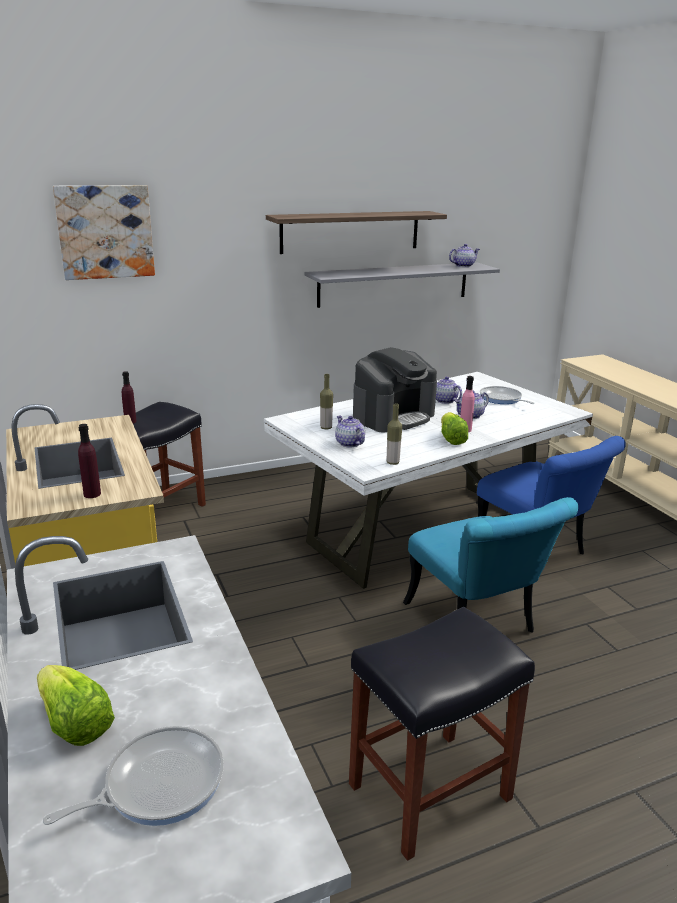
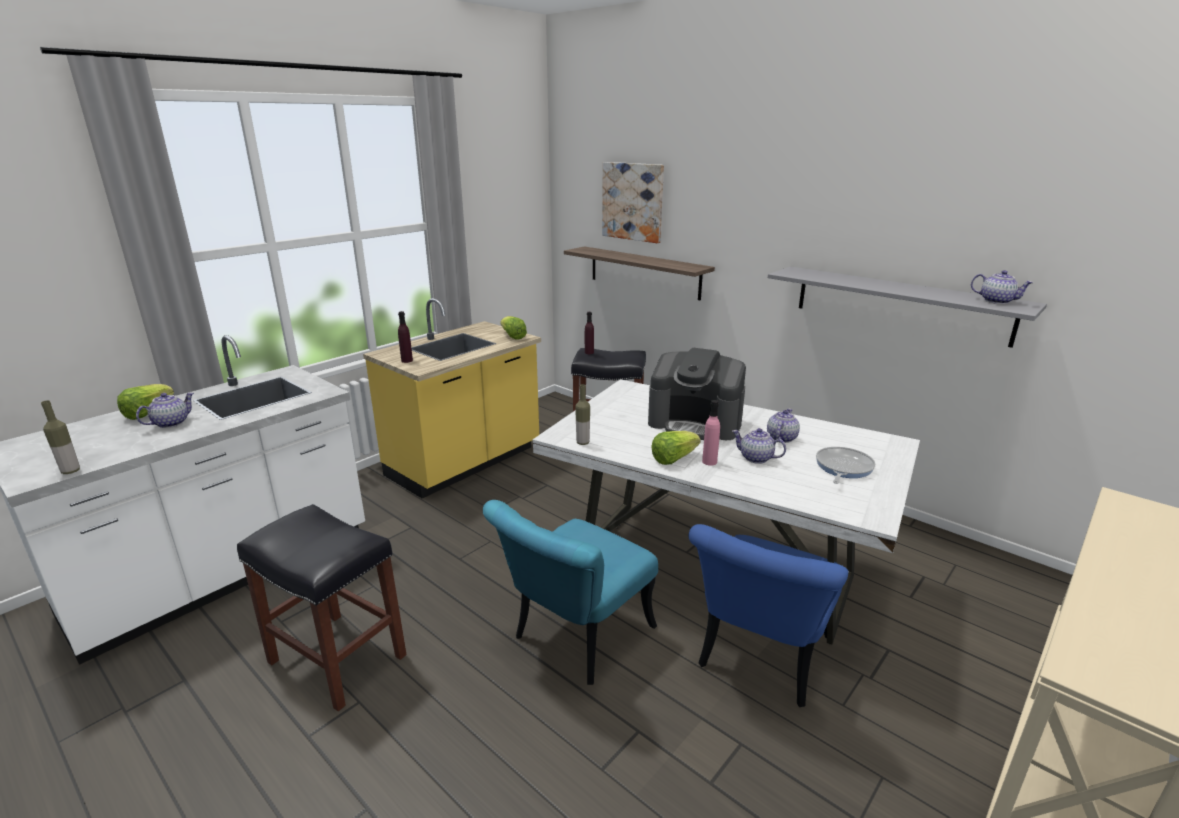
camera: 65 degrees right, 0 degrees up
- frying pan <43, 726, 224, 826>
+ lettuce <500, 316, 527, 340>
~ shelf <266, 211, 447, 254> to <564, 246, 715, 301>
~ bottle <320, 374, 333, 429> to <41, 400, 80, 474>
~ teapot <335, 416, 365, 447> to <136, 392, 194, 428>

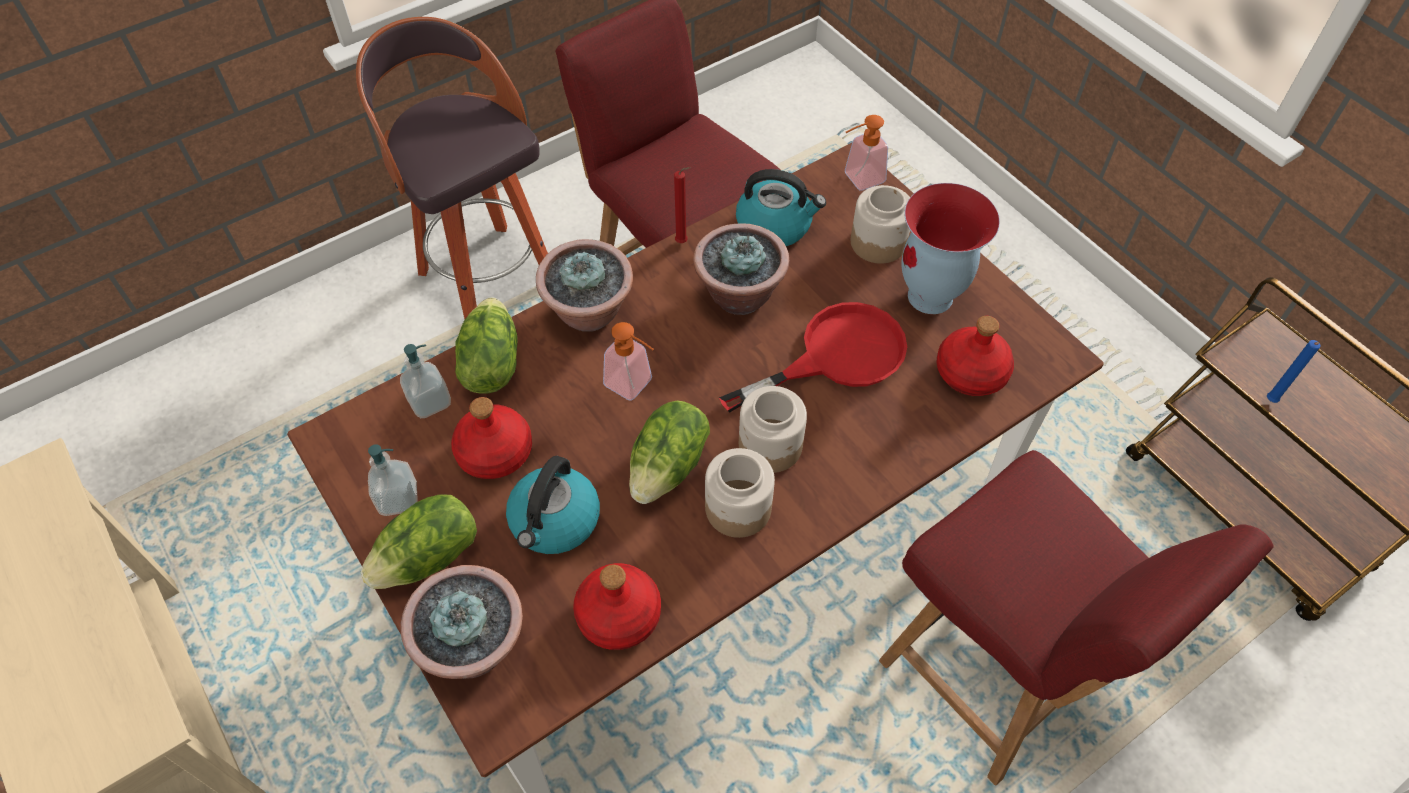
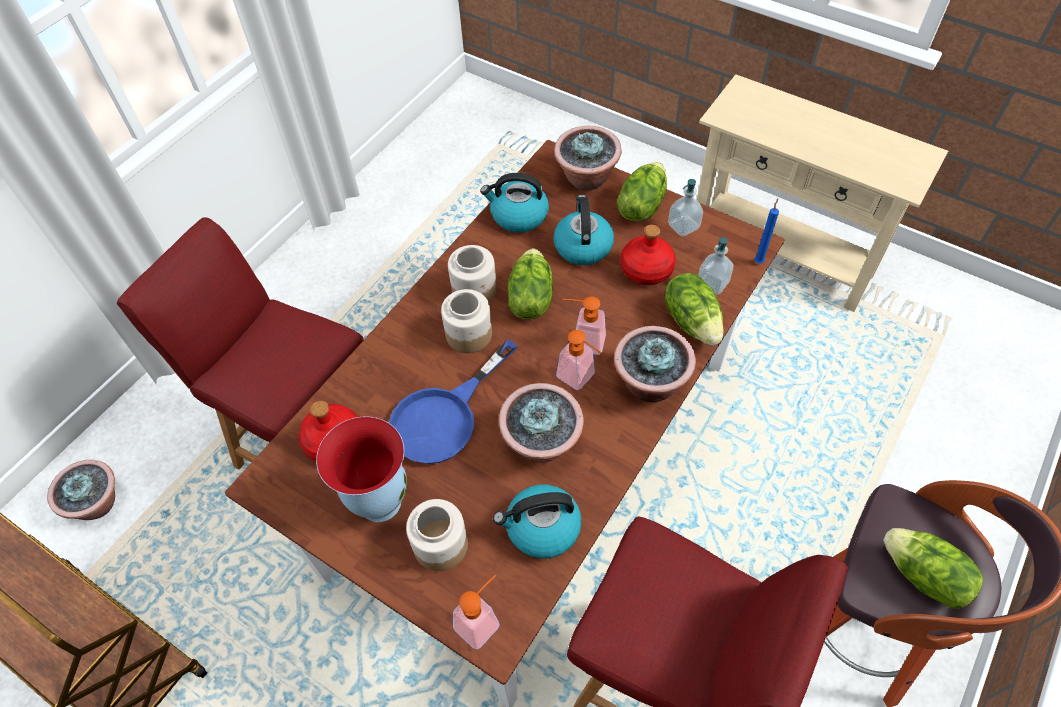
camera: 160 degrees right, 0 degrees up
- candle in red <674, 167, 691, 243>
+ potted plant <47, 460, 115, 520>
+ soap dispenser <556, 330, 601, 390>
+ lettuce <883, 528, 983, 609>
~ candle in blue <1267, 340, 1321, 403> to <755, 199, 779, 263>
~ bottle in red <573, 563, 661, 650> to kettle <480, 173, 549, 233>
~ frying pan in red <719, 302, 907, 413> to frying pan in blue <388, 340, 517, 464>

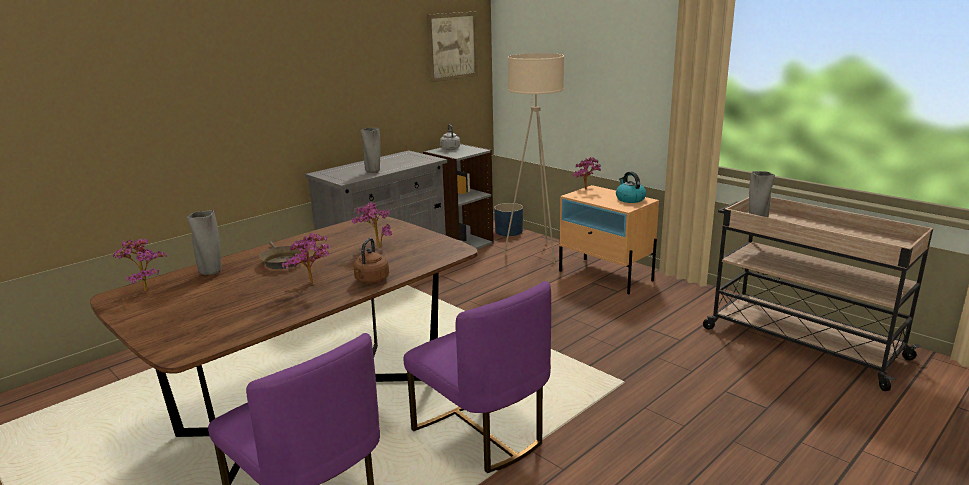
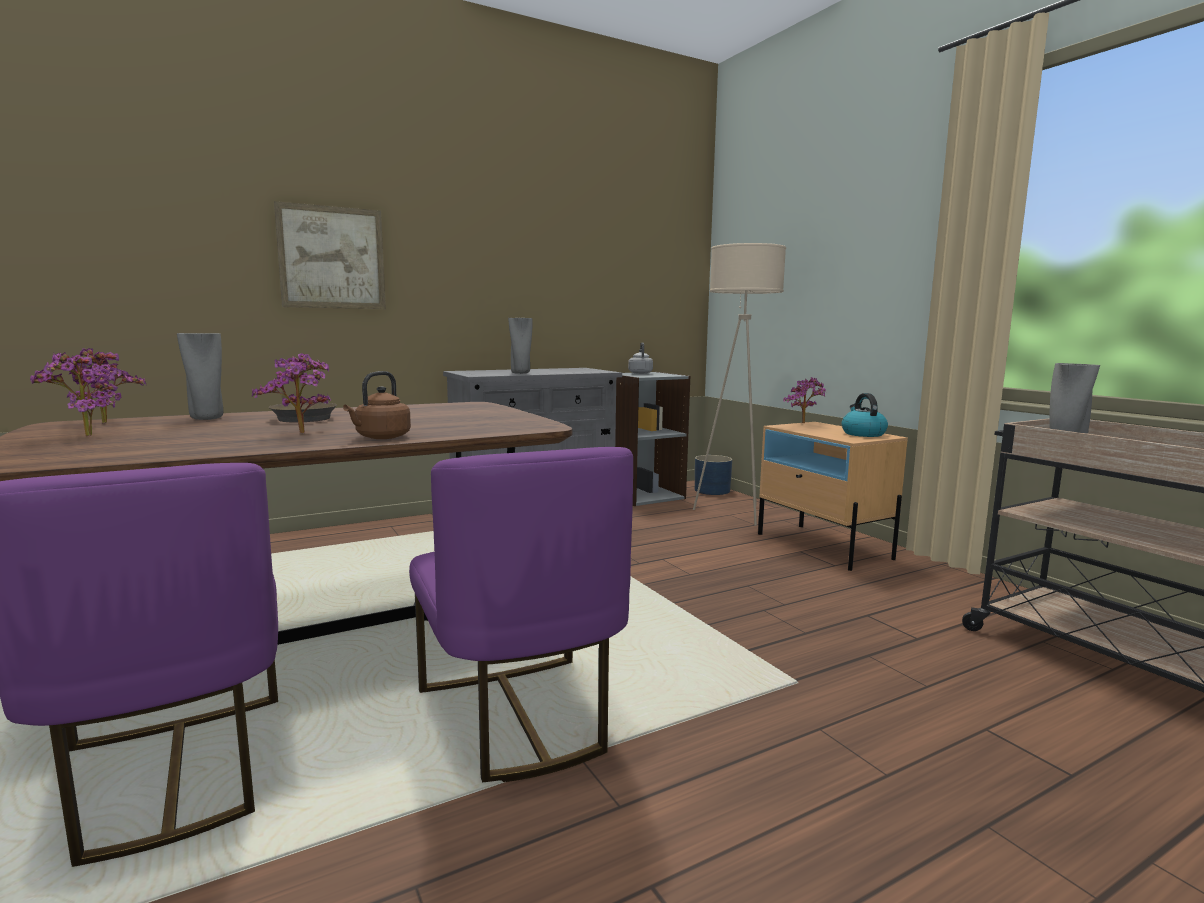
camera: 15 degrees right, 10 degrees down
~ potted plant <352, 202, 392, 248> to <30, 352, 118, 436>
~ picture <427, 12, 478, 83> to <274, 201, 386, 309>

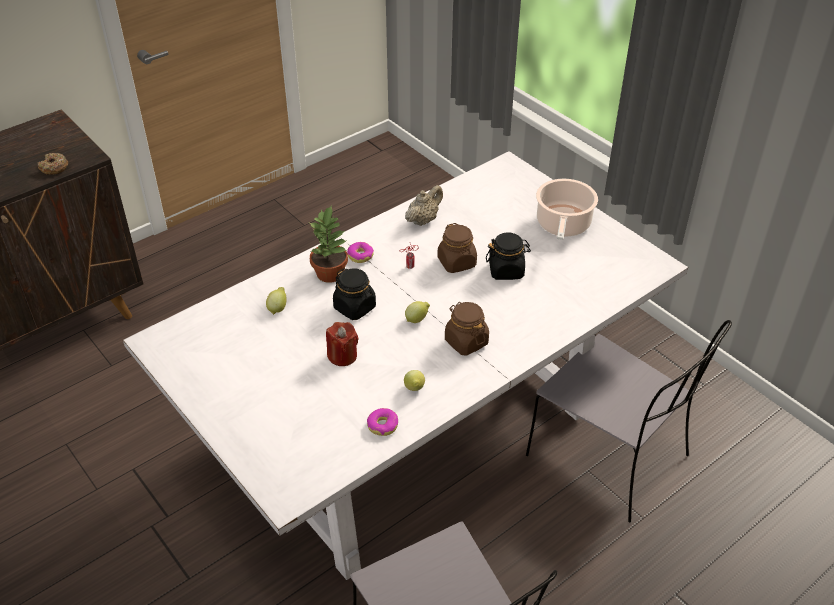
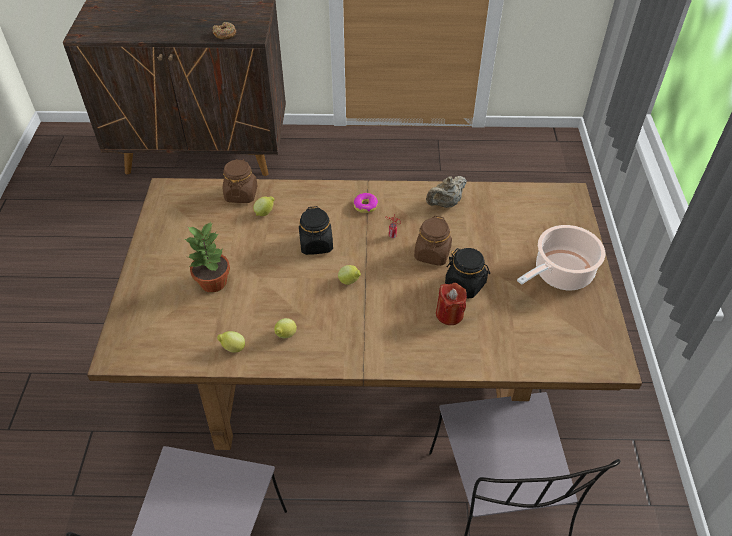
camera: 40 degrees right, 5 degrees up
~ potted plant <310, 206, 348, 283> to <184, 222, 230, 292>
~ candle in red <326, 322, 358, 366> to <436, 283, 467, 325>
~ jar in brown <445, 302, 489, 356> to <223, 159, 258, 203>
~ donut <367, 408, 398, 436> to lemon <217, 331, 245, 352>
~ dining table in white <123, 151, 688, 580> to dining table in brown <87, 178, 642, 450>
~ teapot in beige <405, 185, 443, 226> = <426, 176, 467, 208> 150 degrees clockwise

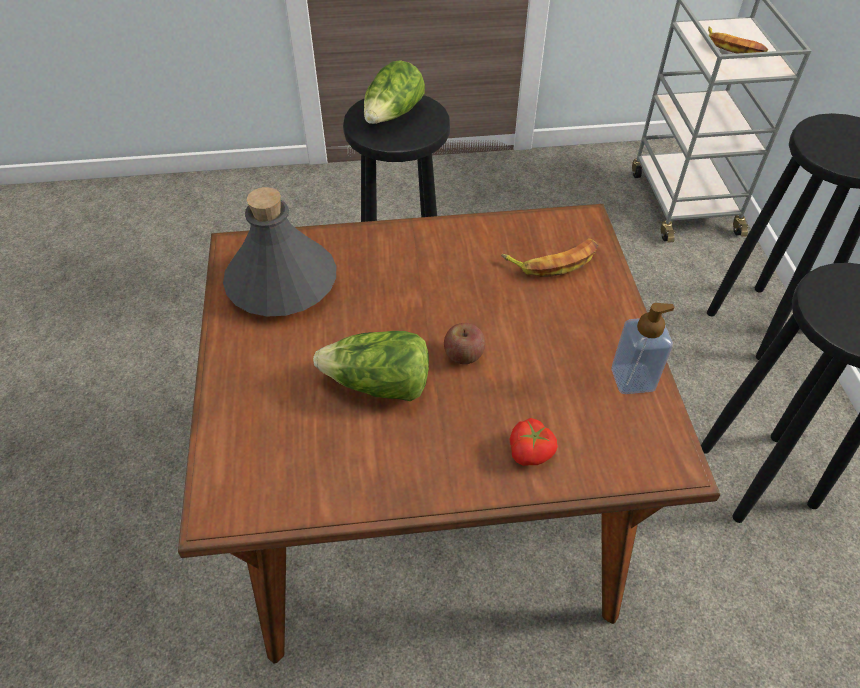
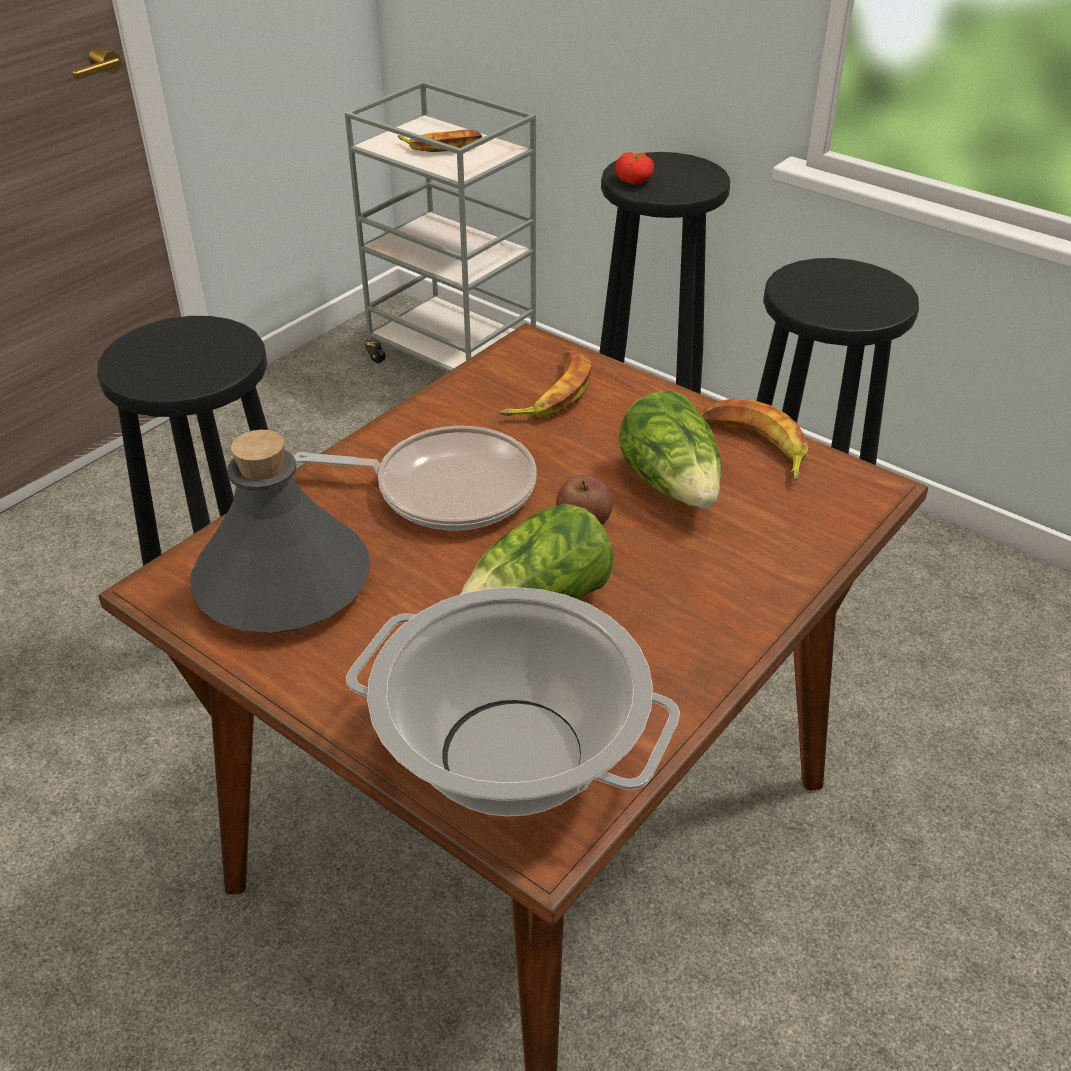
camera: 45 degrees left, 10 degrees down
+ frying pan <294, 426, 537, 530>
+ cooking pot <346, 587, 680, 816>
~ lettuce <364, 60, 425, 124> to <619, 391, 722, 509>
~ tomato <510, 418, 558, 466> to <615, 152, 654, 185>
~ soap dispenser <611, 303, 674, 394> to banana <699, 398, 808, 481>

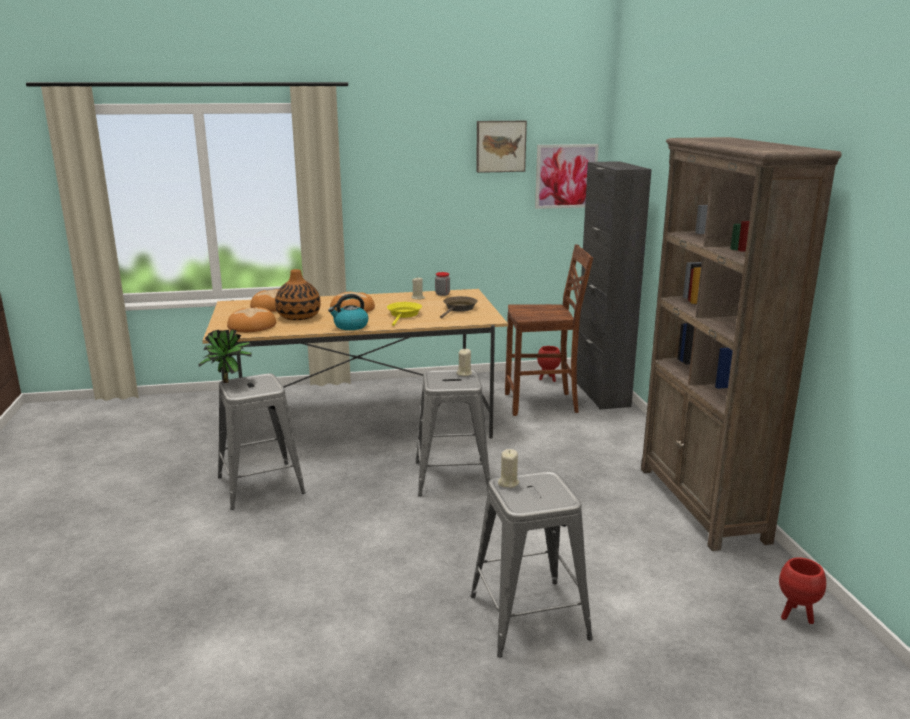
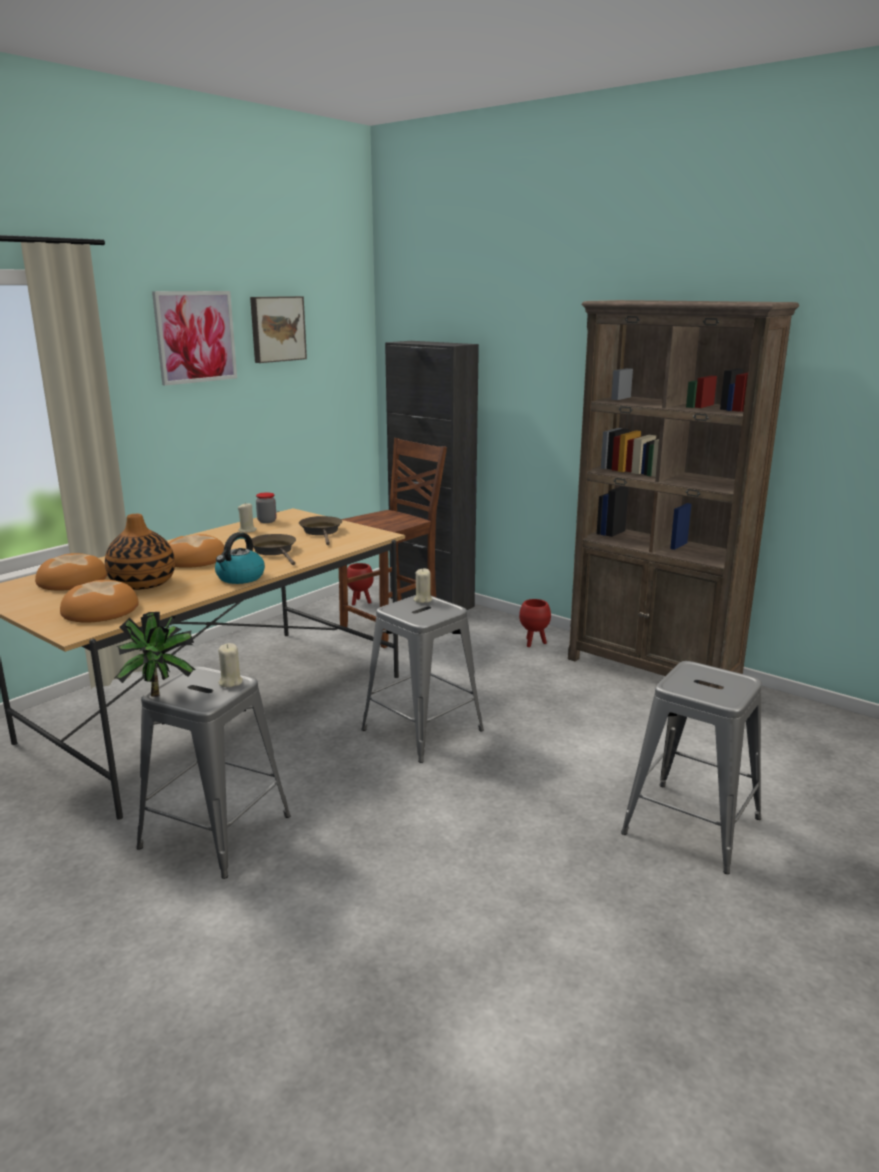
camera: 40 degrees left, 0 degrees up
~ candle in beige <498, 449, 519, 488> to <218, 643, 243, 688>
~ picture <535, 144, 599, 209> to <152, 291, 237, 386>
~ planter in red <779, 557, 826, 624> to <519, 599, 551, 647>
~ frying pan in yellow <387, 302, 422, 326> to frying pan in brown <251, 534, 296, 565>

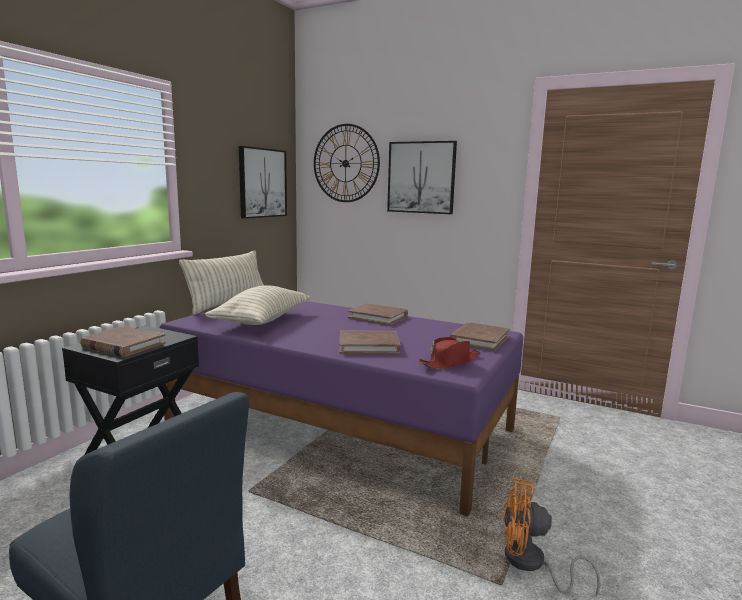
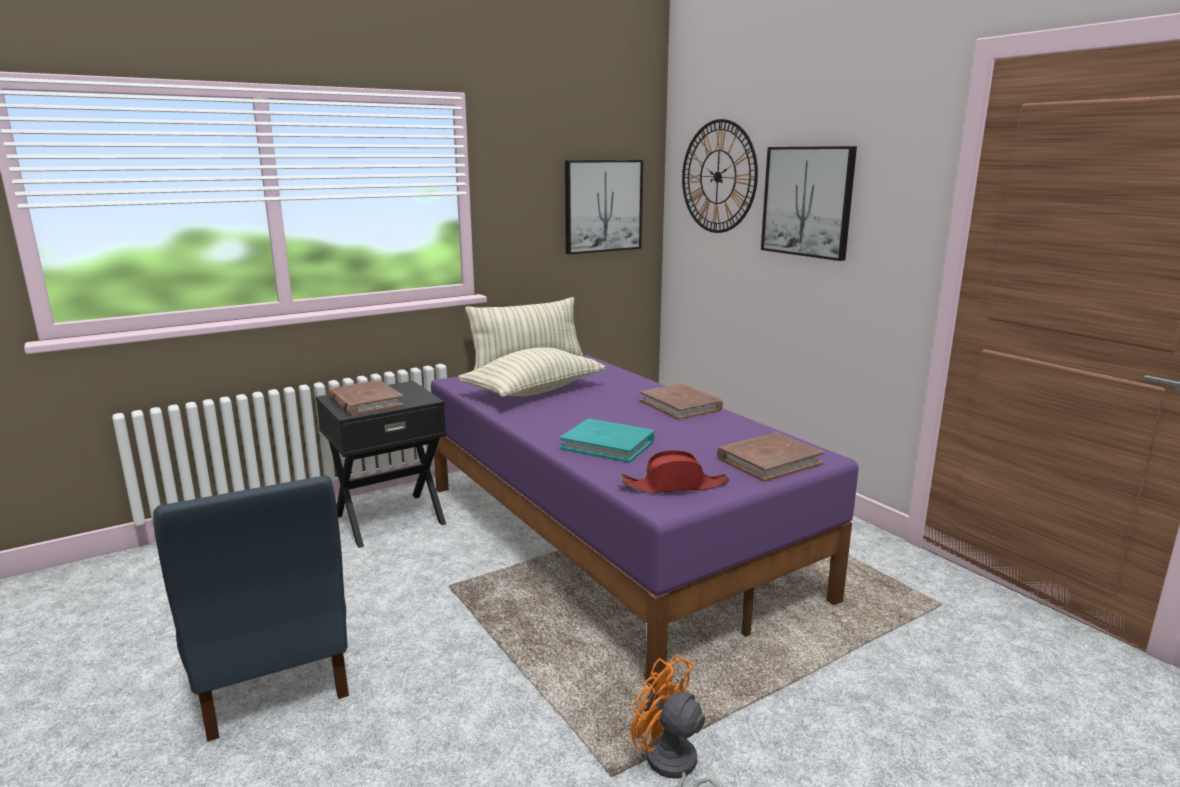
camera: 30 degrees right, 5 degrees up
~ book in brown <339, 330, 401, 354> to book in turquoise <560, 419, 655, 463>

